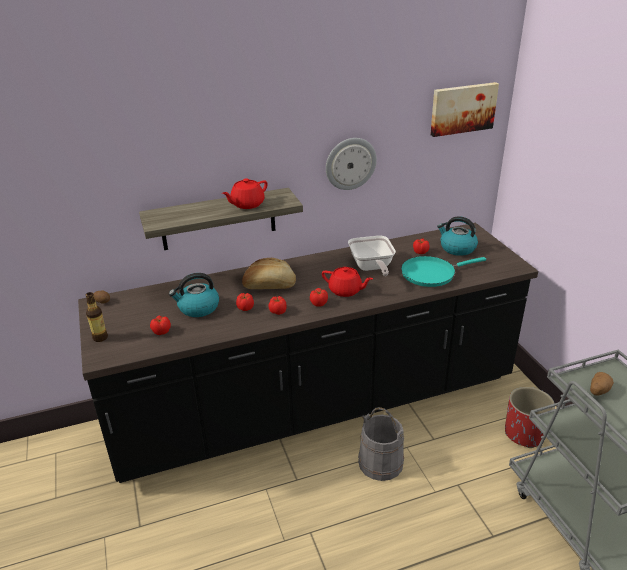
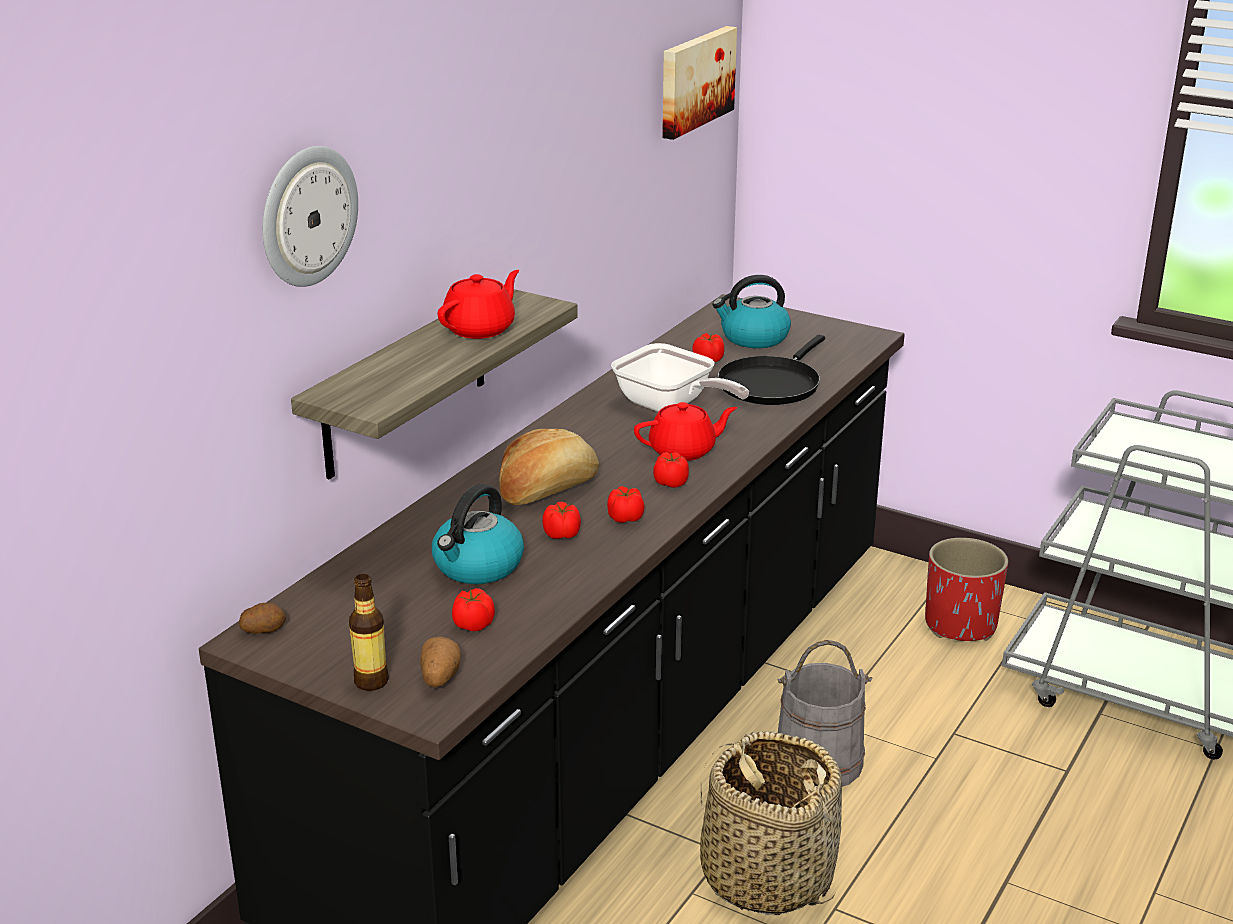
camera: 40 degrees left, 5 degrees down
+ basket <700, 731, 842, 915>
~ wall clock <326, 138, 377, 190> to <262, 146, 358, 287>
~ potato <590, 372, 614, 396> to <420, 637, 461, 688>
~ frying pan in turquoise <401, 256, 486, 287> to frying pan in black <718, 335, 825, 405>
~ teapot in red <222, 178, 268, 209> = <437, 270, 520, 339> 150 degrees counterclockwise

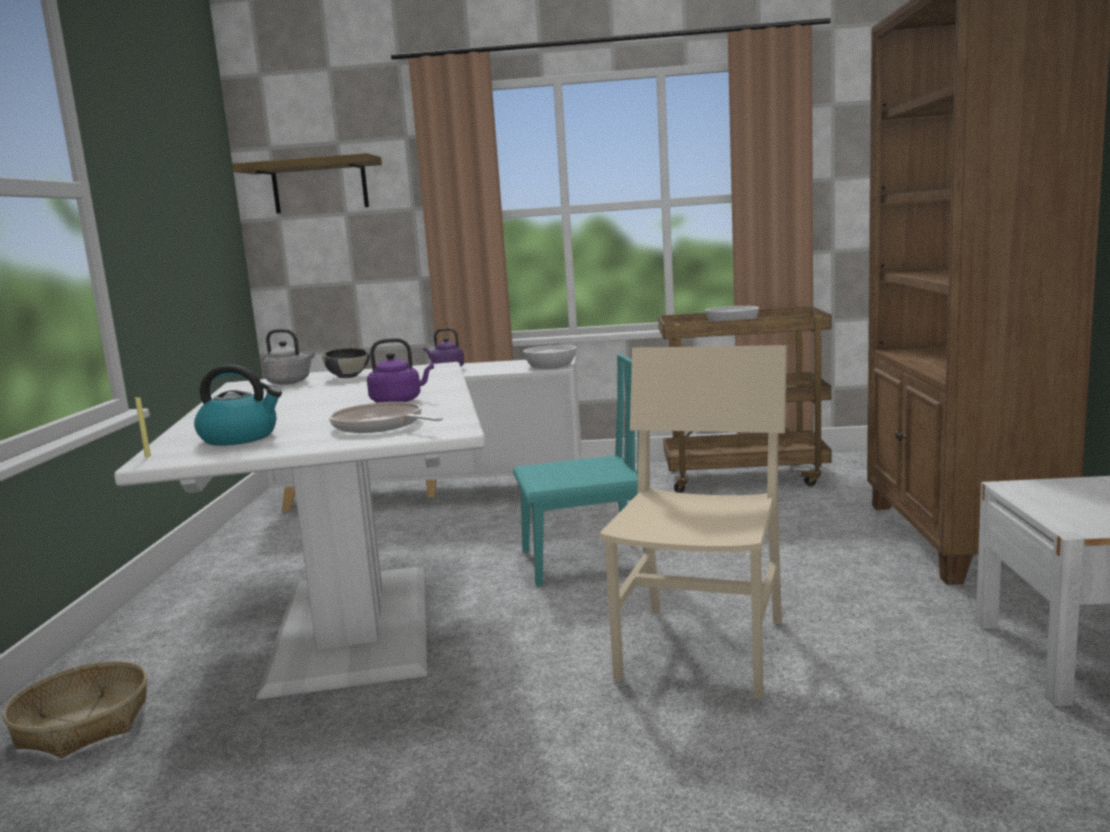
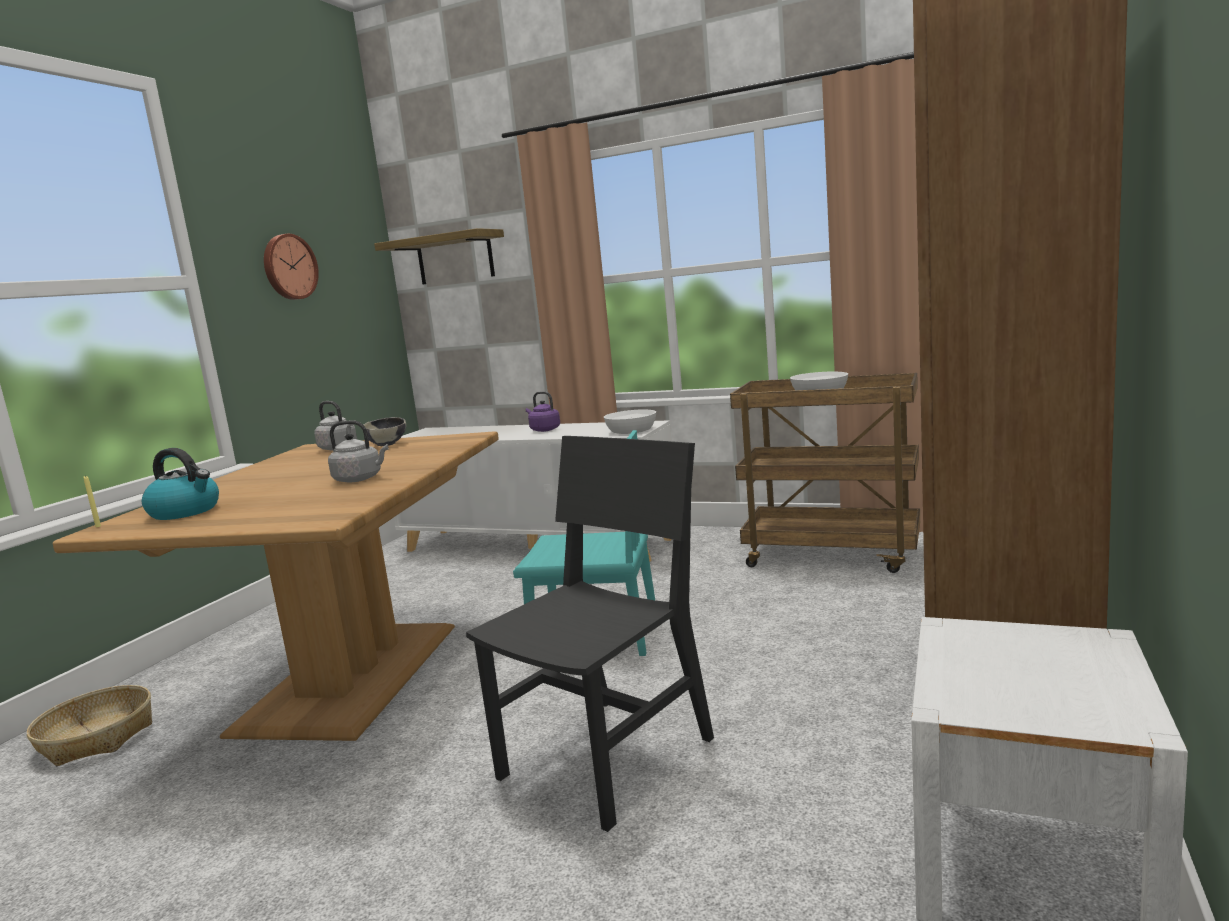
camera: 20 degrees right, 0 degrees up
- frying pan <329, 402, 443, 433>
+ wall clock <264, 234, 319, 300>
~ dining table in white <114, 362, 485, 700> to dining table in brown <53, 431, 499, 741>
~ kettle in purple <367, 338, 434, 403> to kettle in grey <328, 421, 388, 482>
~ chair in beige <599, 345, 787, 699> to chair in black <466, 436, 714, 832>

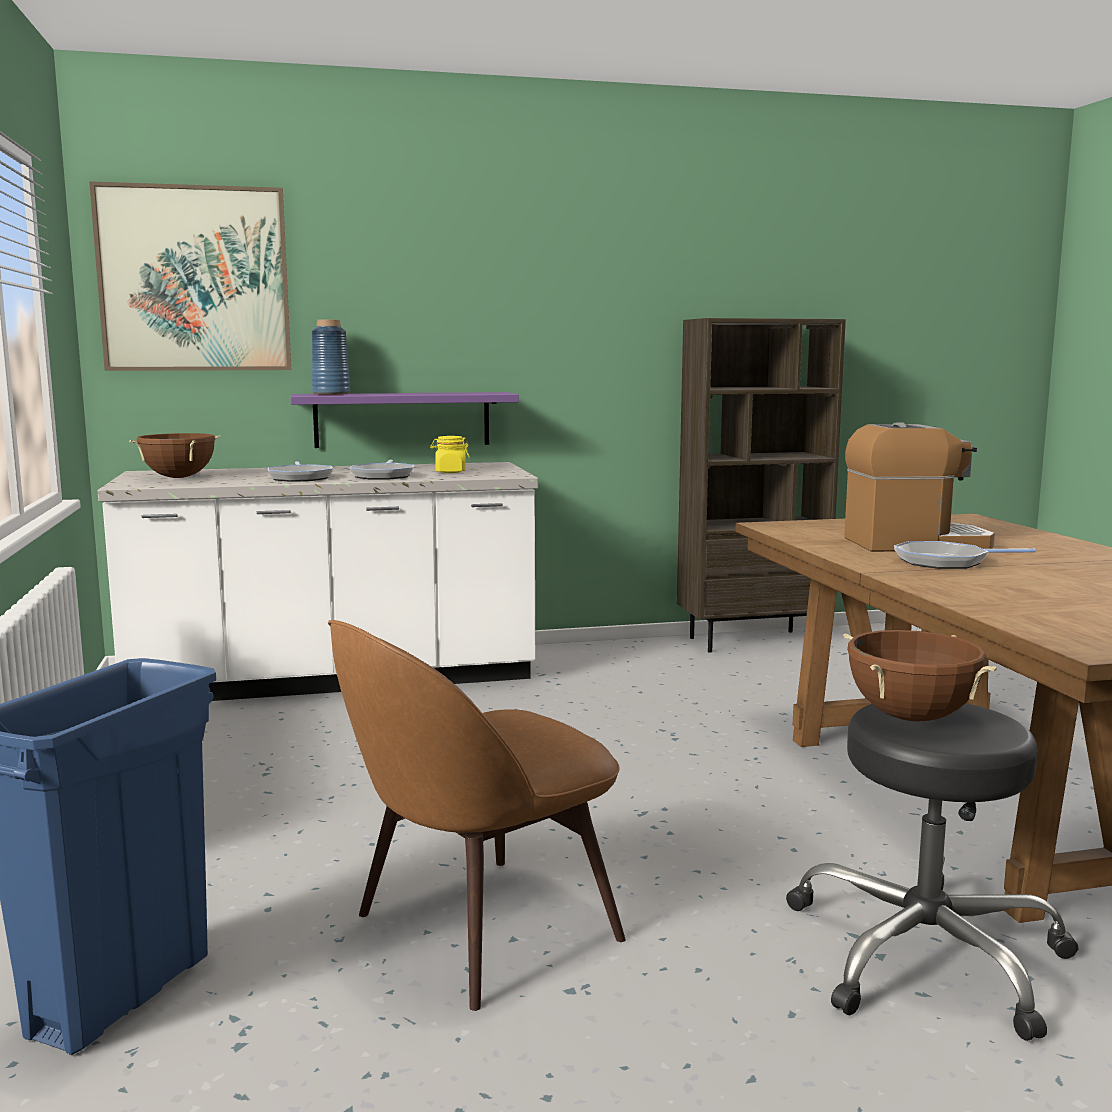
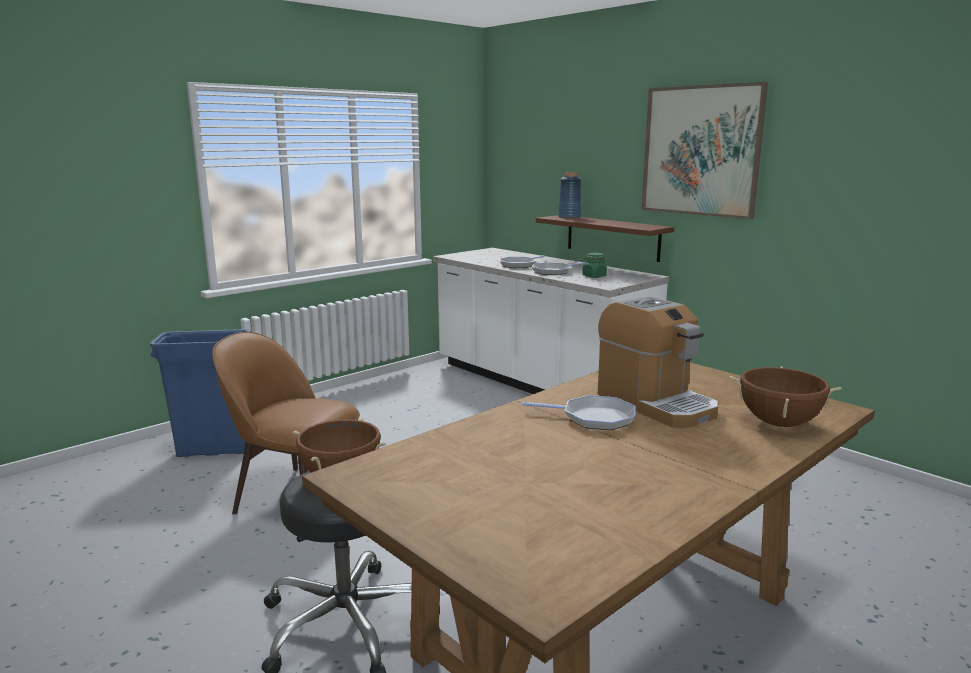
camera: 60 degrees right, 5 degrees up
- bookcase in brown <677, 318, 846, 653>
~ picture <89, 181, 291, 371> to <641, 82, 768, 219>
~ cooking pot in brown <129, 433, 221, 478> to <730, 366, 841, 427>
~ shelf in purple <290, 392, 519, 448> to shelf in brown <536, 215, 674, 262>
~ jar in yellow <430, 436, 470, 473> to jar in green <582, 253, 607, 278>
~ frying pan <894, 541, 1036, 569> = <522, 395, 636, 430> 135 degrees clockwise

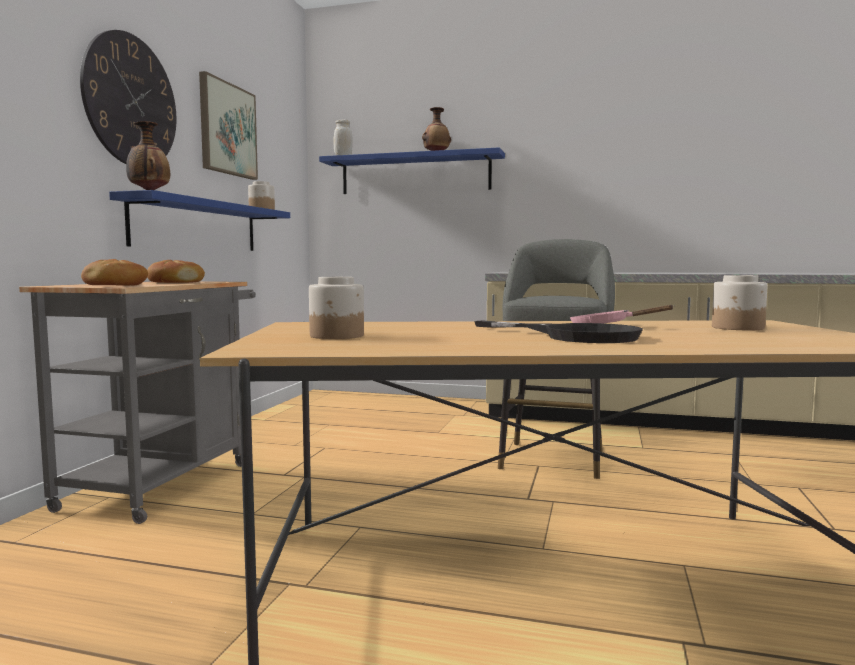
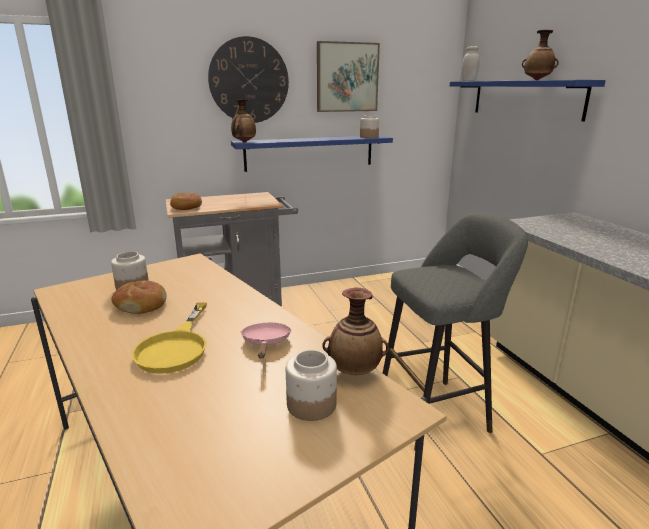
camera: 55 degrees right, 15 degrees up
+ vase <322, 288, 389, 375>
~ bread <147, 260, 205, 283> to <111, 280, 166, 314>
~ frying pan in black <474, 320, 643, 343> to frying pan in yellow <132, 302, 207, 374>

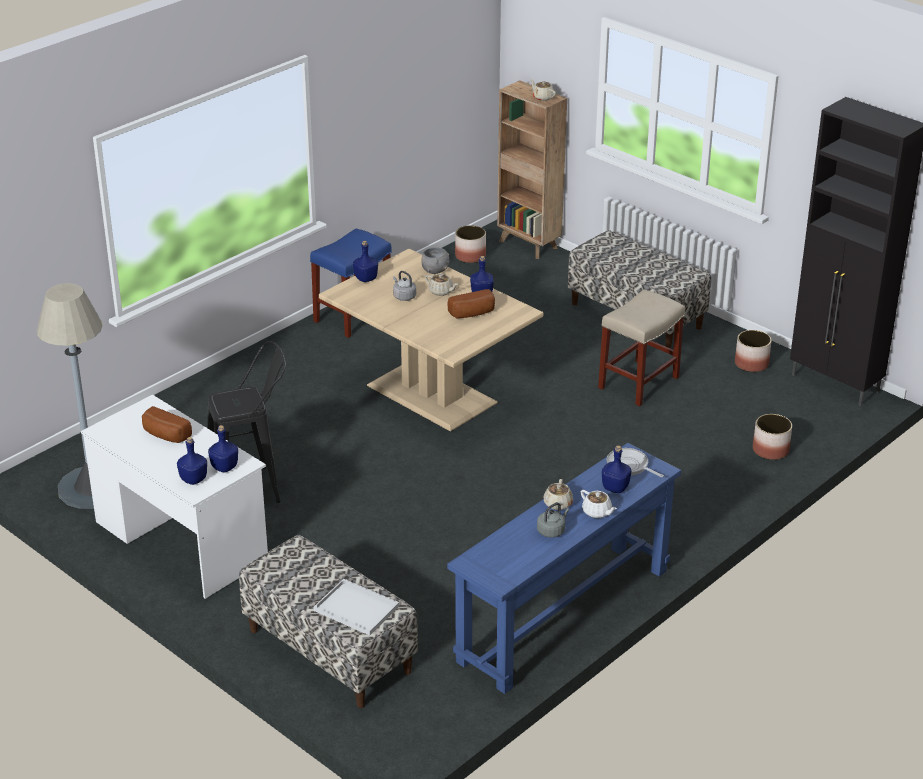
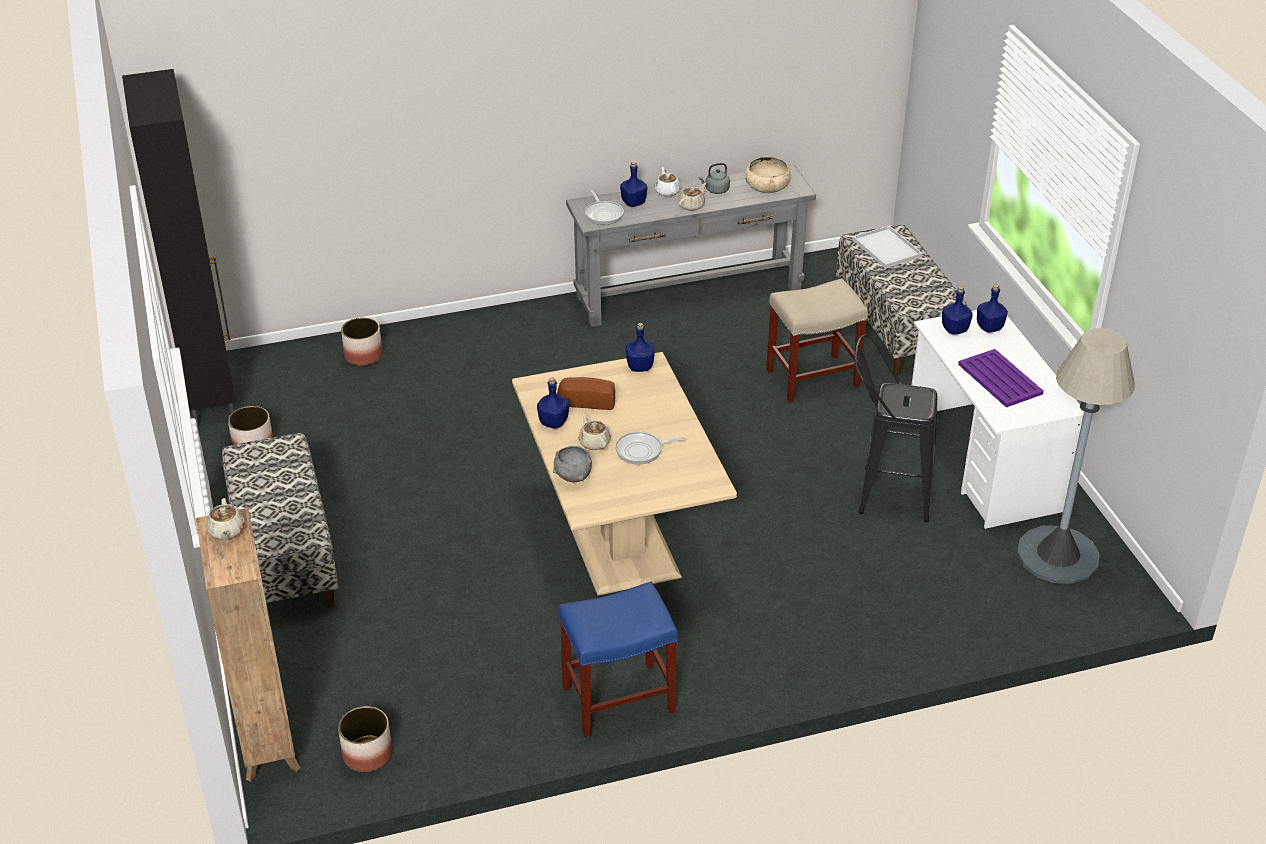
camera: 150 degrees left, 5 degrees up
+ bowl in beige <745, 157, 791, 194>
~ bottle in blue <353, 241, 378, 282> to <626, 323, 654, 372>
~ stool in beige <598, 289, 685, 406> to <766, 278, 868, 403>
~ bread <142, 406, 192, 443> to tray in purple <958, 349, 1044, 408>
~ kettle in grey <393, 271, 416, 301> to frying pan <615, 432, 686, 465>
~ console table in blue <447, 443, 681, 694> to console table in grey <566, 164, 816, 327>

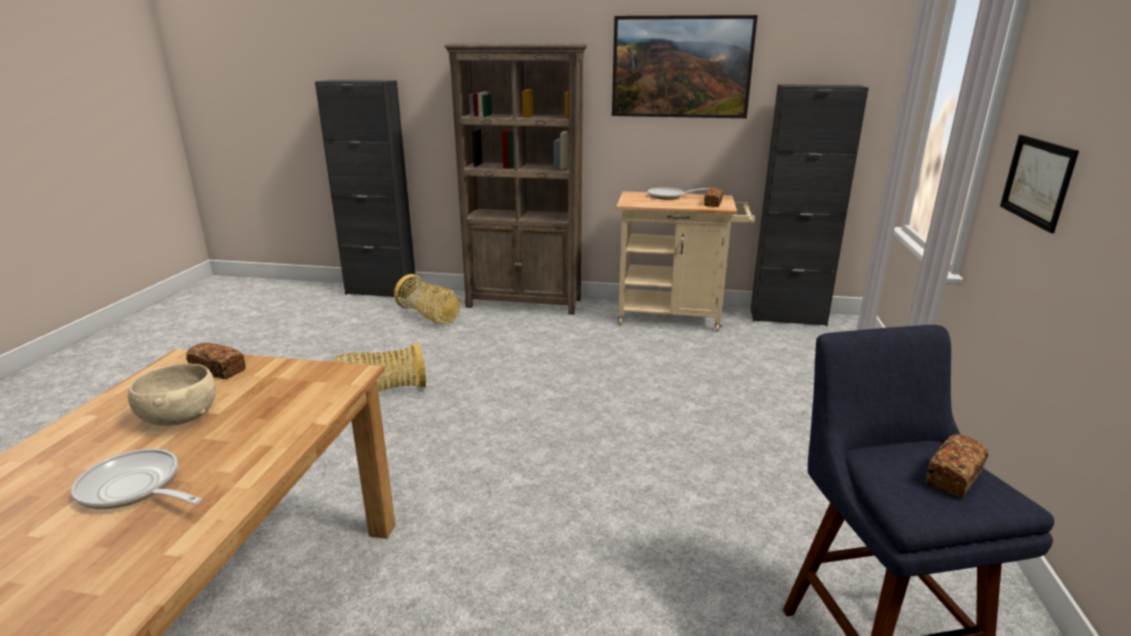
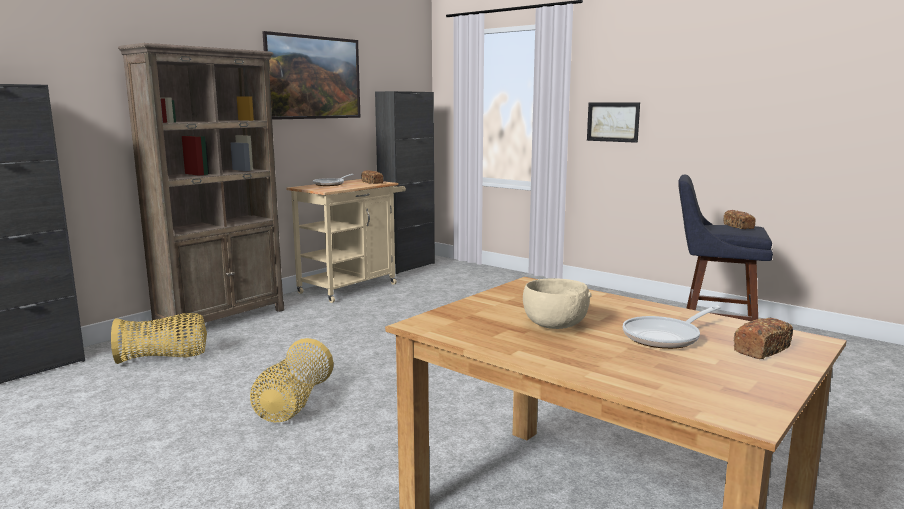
camera: 60 degrees left, 10 degrees down
~ bread <186, 342, 245, 379> to <734, 318, 793, 359>

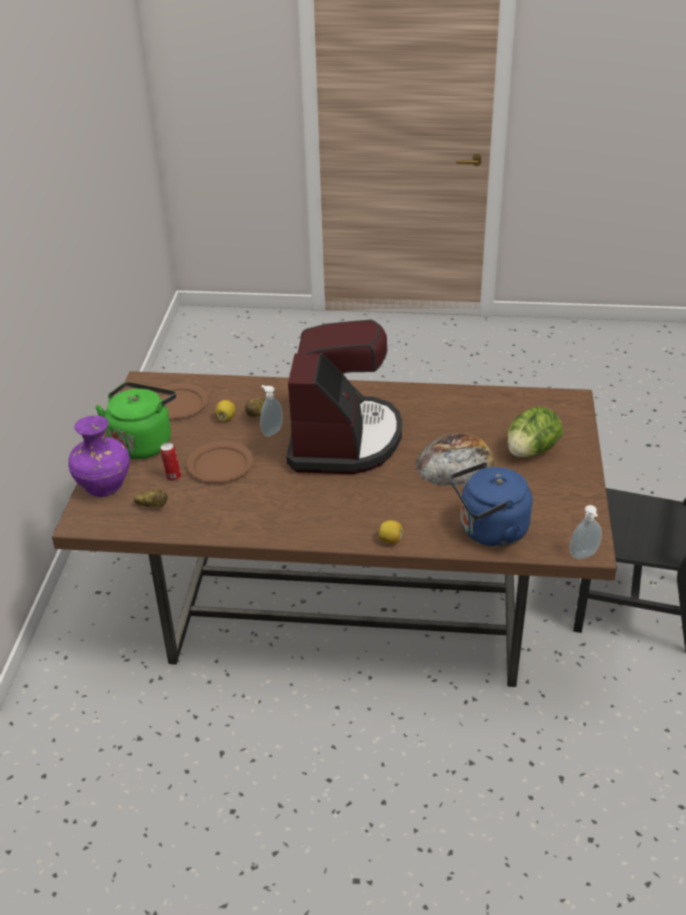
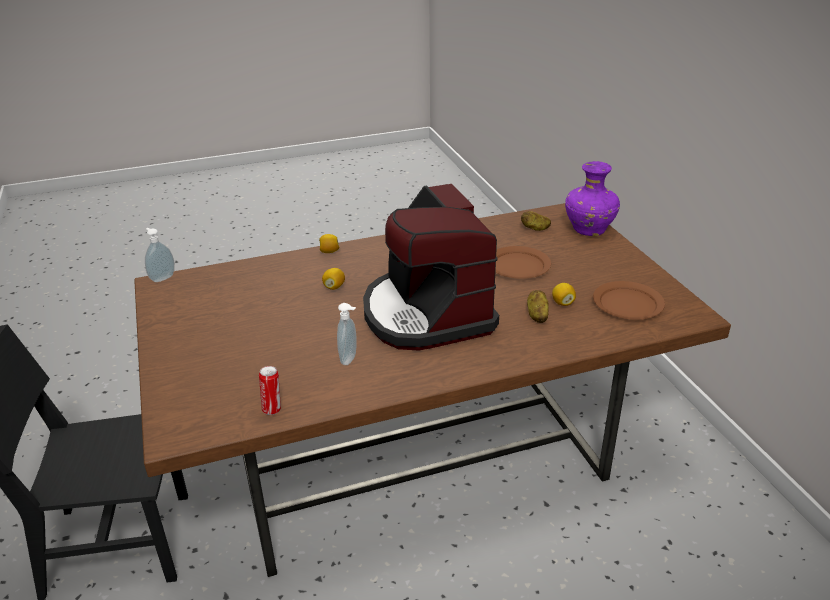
camera: 155 degrees right, 5 degrees down
- kettle in green <95, 382, 176, 459>
- bread <415, 433, 496, 486>
- kettle in blue <450, 462, 532, 547>
- lettuce <507, 407, 563, 457>
+ lemon <322, 268, 345, 290>
~ can <160, 442, 181, 481> to <259, 366, 281, 415>
~ soap dispenser <260, 385, 283, 437> to <337, 303, 357, 365>

